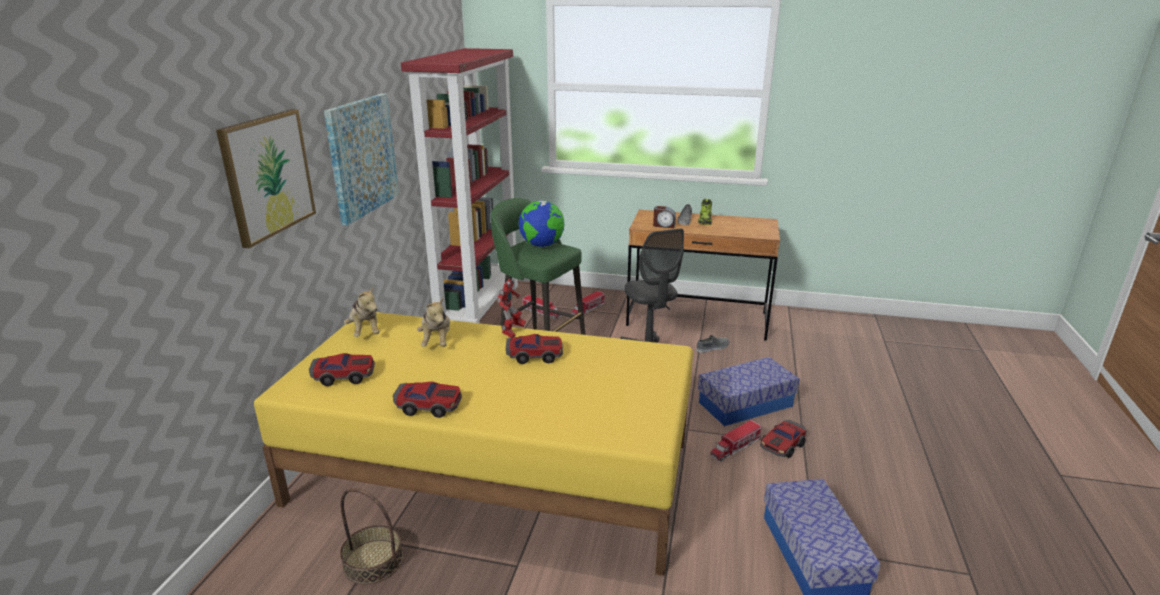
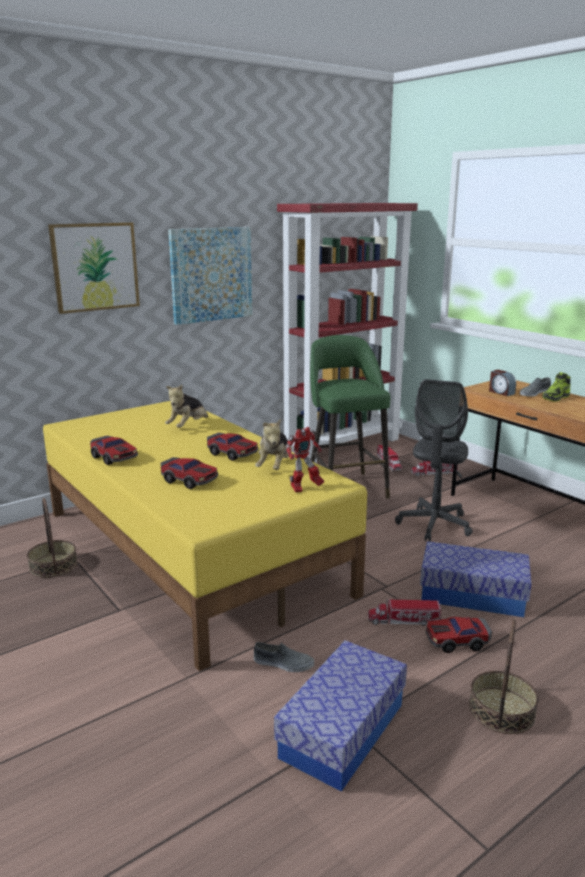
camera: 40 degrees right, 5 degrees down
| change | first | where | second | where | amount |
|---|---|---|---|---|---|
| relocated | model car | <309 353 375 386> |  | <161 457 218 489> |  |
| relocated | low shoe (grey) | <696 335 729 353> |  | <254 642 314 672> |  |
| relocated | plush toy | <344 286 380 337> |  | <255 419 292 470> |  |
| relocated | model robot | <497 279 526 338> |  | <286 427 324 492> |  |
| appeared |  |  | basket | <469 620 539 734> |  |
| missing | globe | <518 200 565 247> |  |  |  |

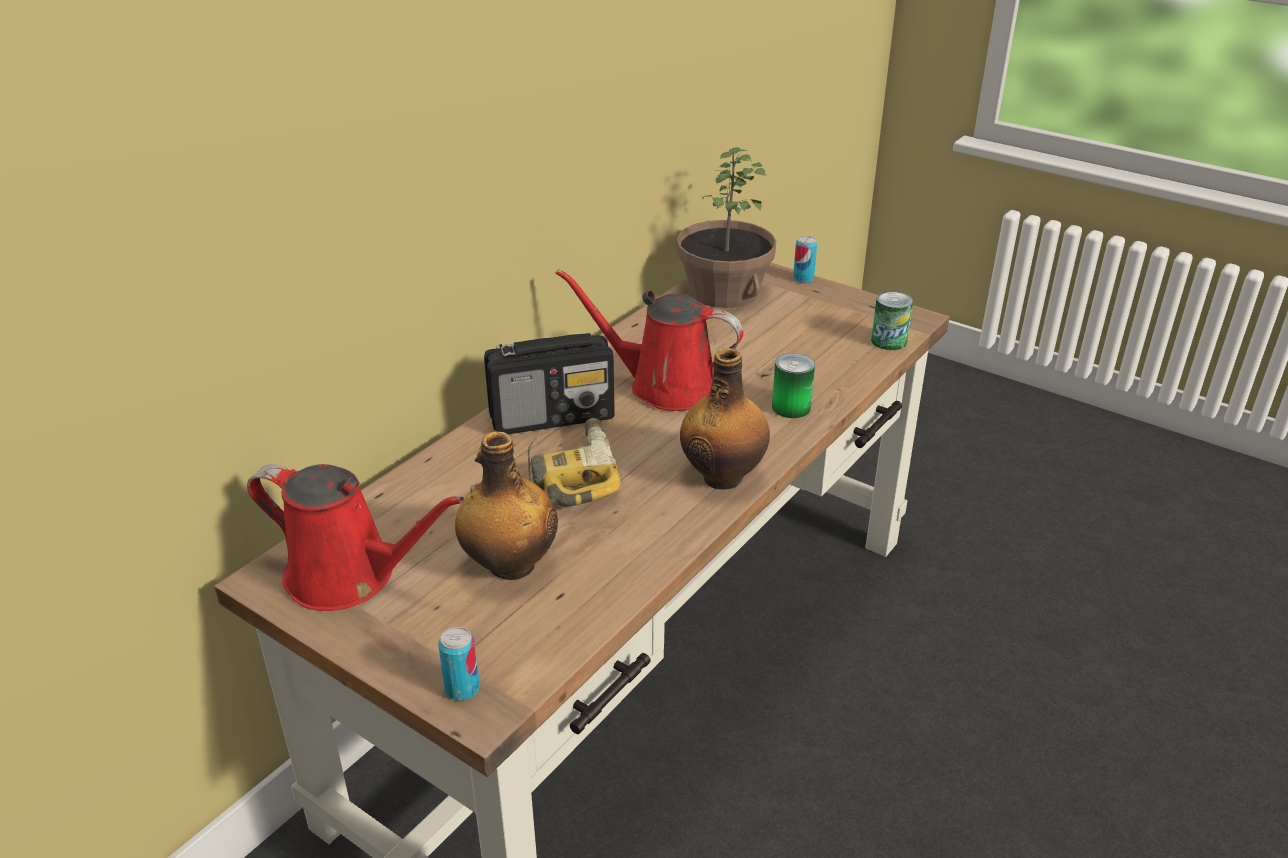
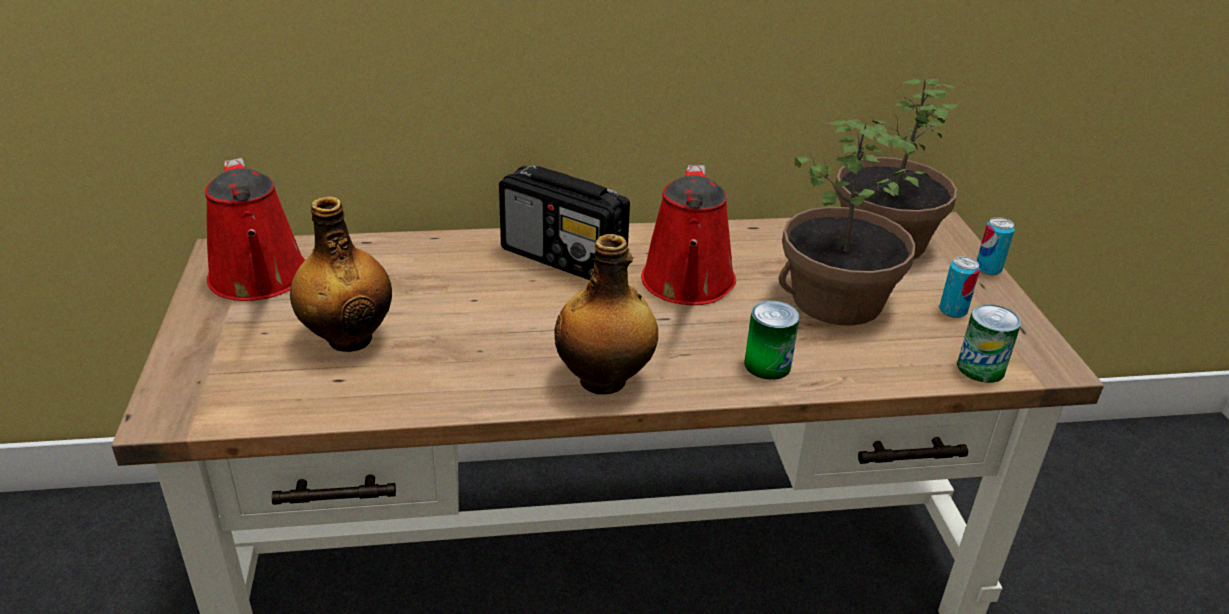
camera: 45 degrees right, 0 degrees up
| change | first | where | second | where | amount |
|---|---|---|---|---|---|
| spun | watering can (reddish) | <556 269 743 411> |  | <641 165 736 305> | 150 degrees counterclockwise |
| appeared |  |  | potted plant | <779 119 930 326> |  |
| relocated | sealed can | <438 627 479 701> |  | <939 256 980 318> |  |
| missing | electric drill | <528 418 621 506> |  |  |  |

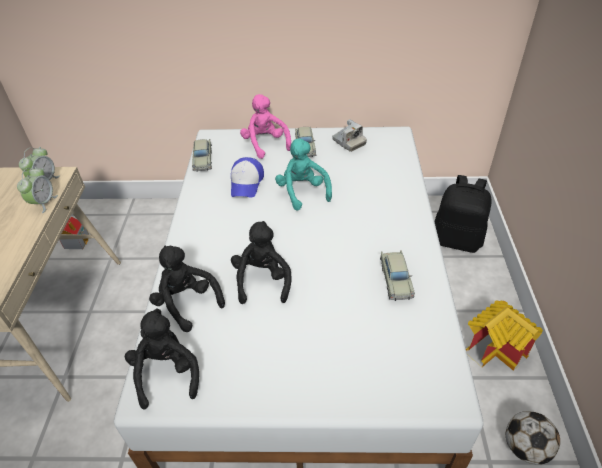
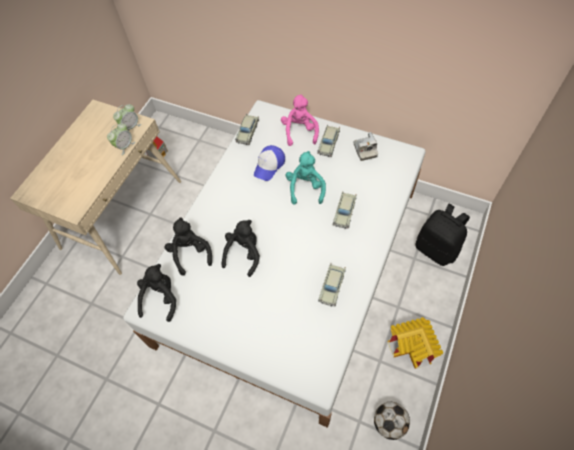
camera: 25 degrees right, 15 degrees up
| change | first | where | second | where | amount |
|---|---|---|---|---|---|
| appeared |  |  | model car (beige) | <333 192 356 229> |  |

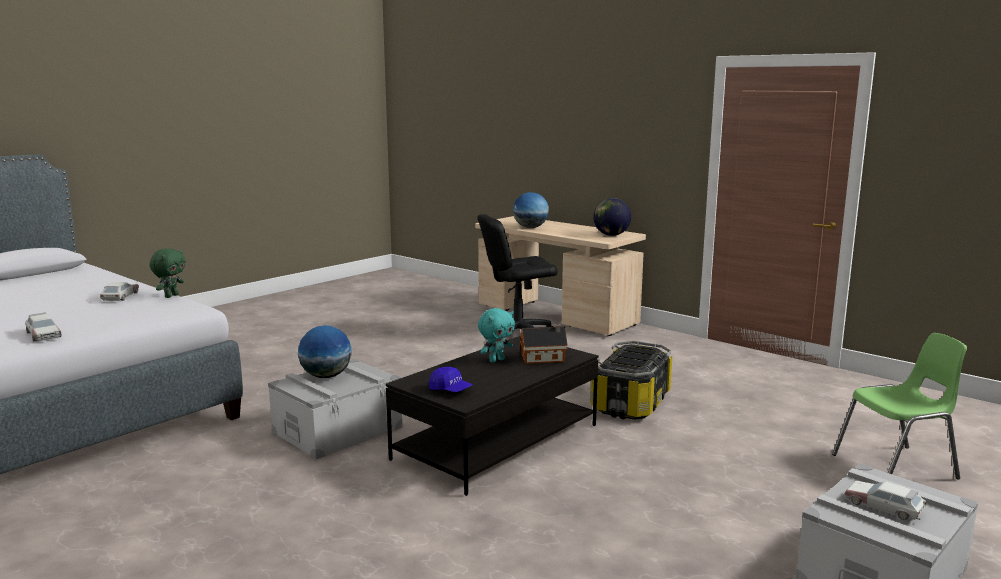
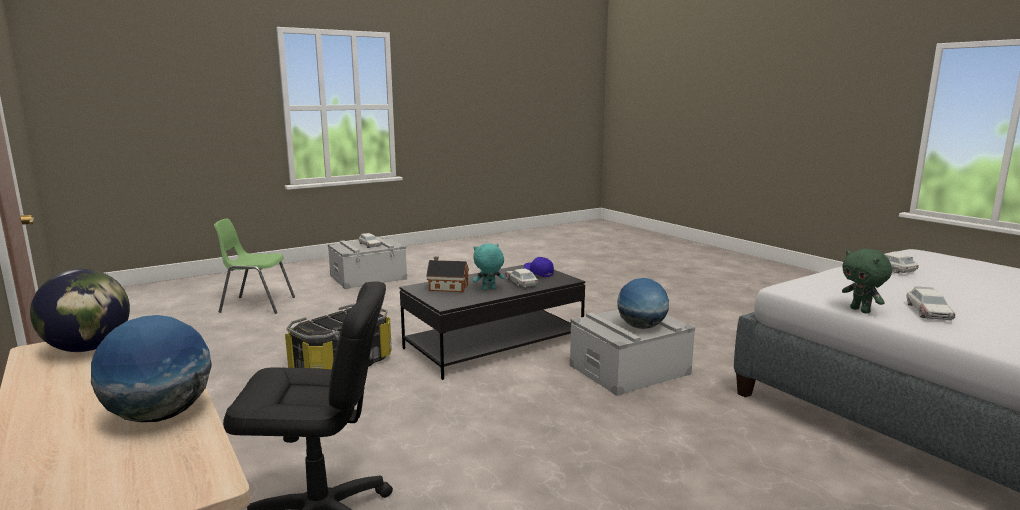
camera: 165 degrees left, 0 degrees up
| change | first | where | second | where | amount |
|---|---|---|---|---|---|
| appeared |  |  | model car | <505 269 538 287> |  |
| spun | plush toy (greenish) | <150 248 186 298> |  | <842 249 892 313> | 60 degrees counterclockwise |

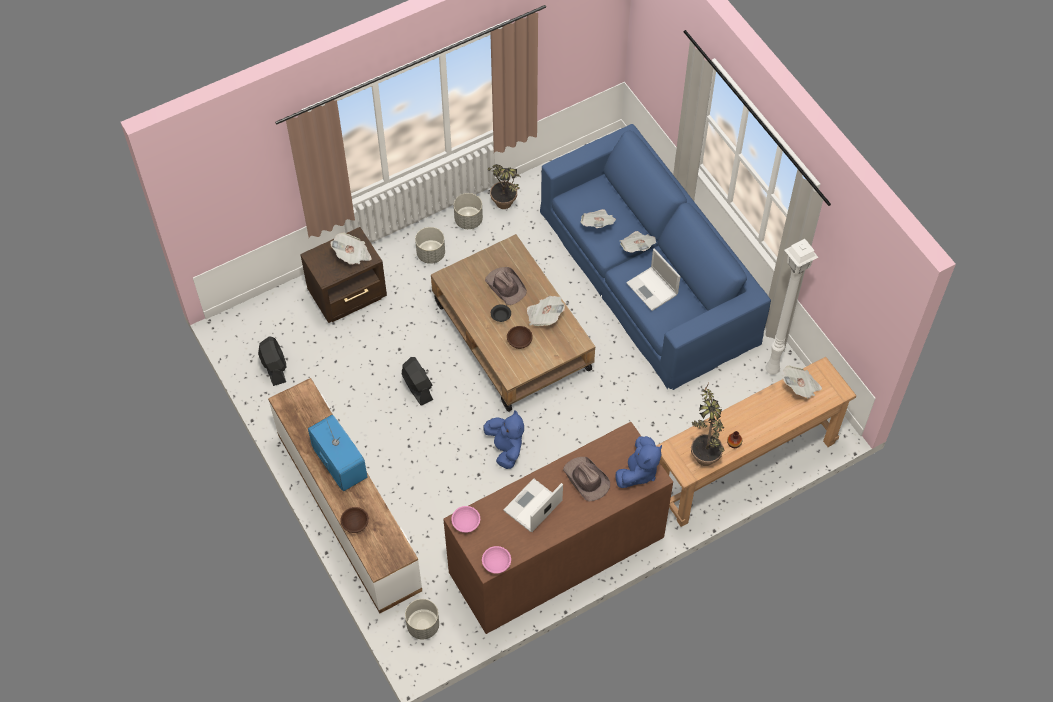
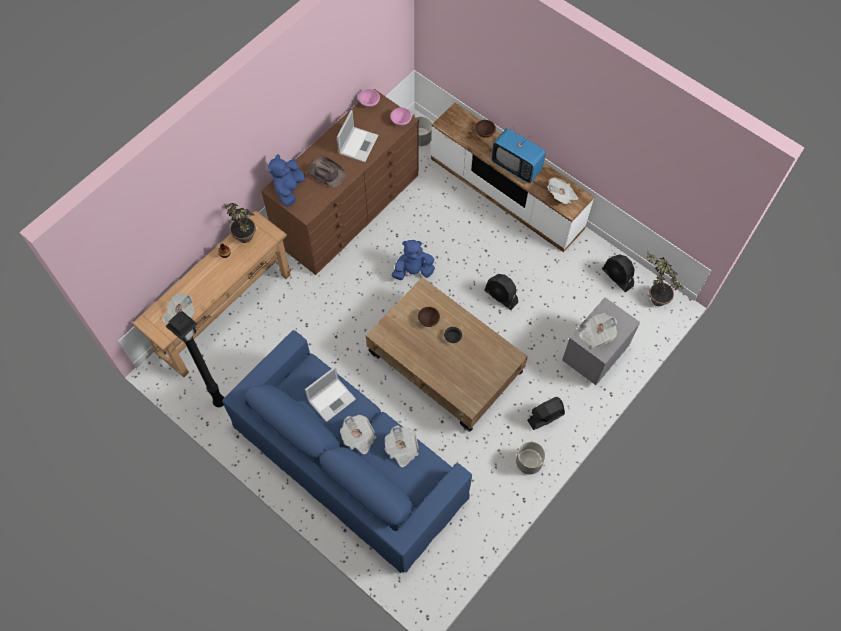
camera: 160 degrees right, 5 degrees up
| change | first | where | second | where | amount |
|---|---|---|---|---|---|
| colour | floor lamp (white-coloured) | <765 239 818 375> | floor lamp (black) | <165 311 225 407> |  |
| spun | portable computer | <626 249 681 311> |  | <305 367 356 422> | 105 degrees clockwise |
| spun | plush toy (bluish) | <483 410 524 469> |  | <391 240 435 280> | 120 degrees clockwise |
| exchanged | planter (grey) | <415 227 445 264> | fan (black) | <527 397 565 430> |  |
| relocated | daily paper | <527 296 565 326> |  | <547 177 578 204> |  |
| colour | nightstand (brown-coloured) | <300 227 387 323> | nightstand (grey) | <562 297 640 385> |  |
| relocated | potted plant | <488 164 521 209> |  | <646 253 684 306> |  |
| missing | wearable hat (brown-coloured) | <485 267 527 305> |  |  |  |

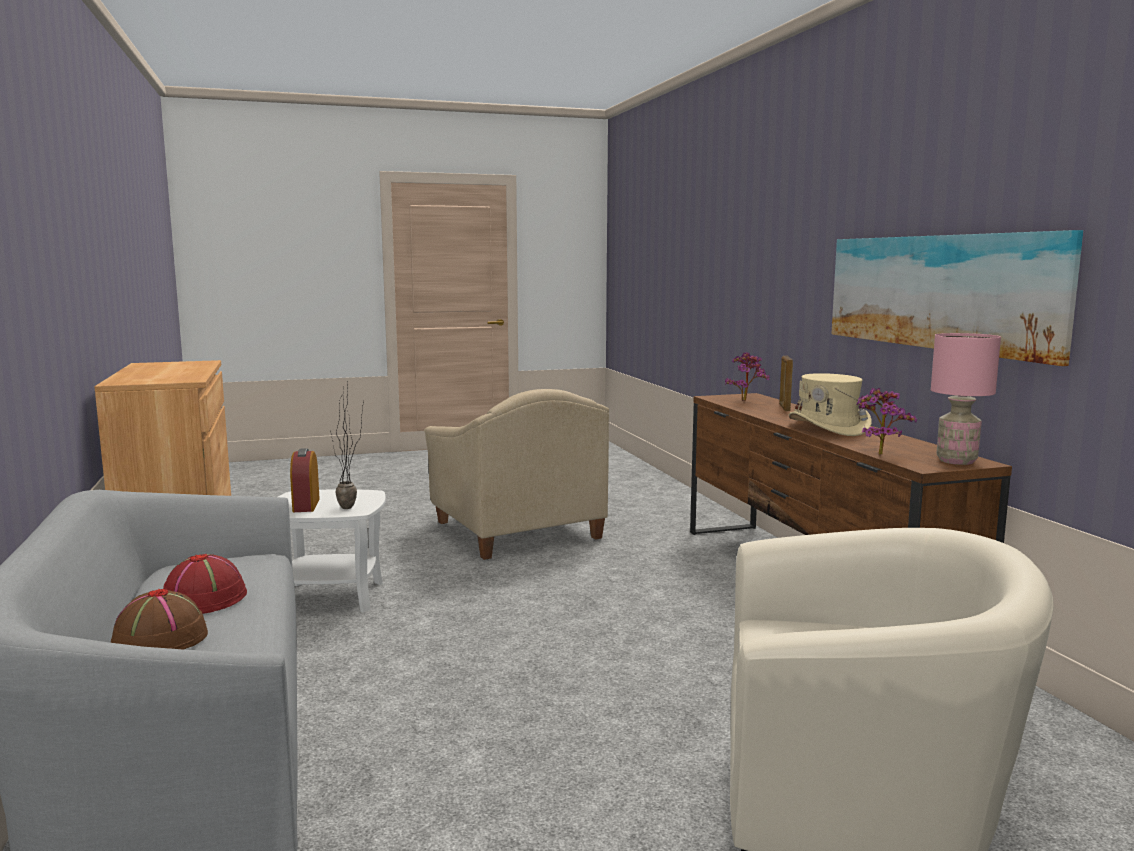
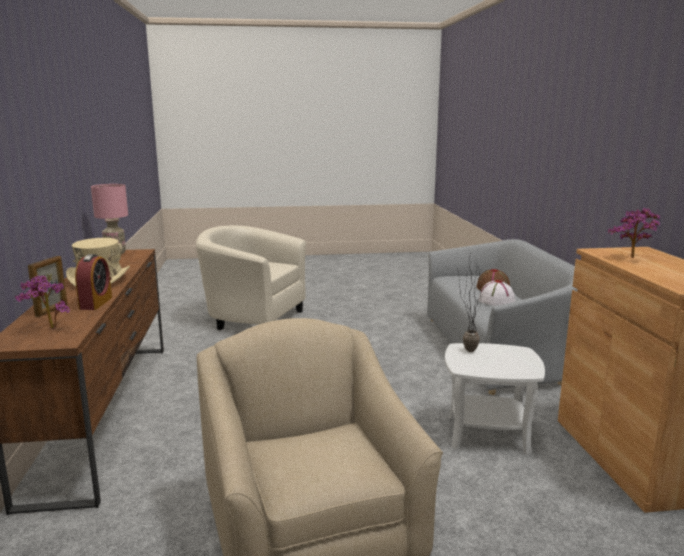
camera: 170 degrees left, 5 degrees up
| change | first | where | second | where | amount |
|---|---|---|---|---|---|
| relocated | table clock | <290 448 320 512> |  | <75 254 112 310> |  |
| colour | wearable hat (reddish) | <163 554 247 614> | wearable hat (white-coloured) | <479 280 515 306> |  |
| relocated | potted plant | <857 387 917 455> |  | <608 208 660 258> |  |
| missing | wall picture | <832 230 1083 366> |  |  |  |

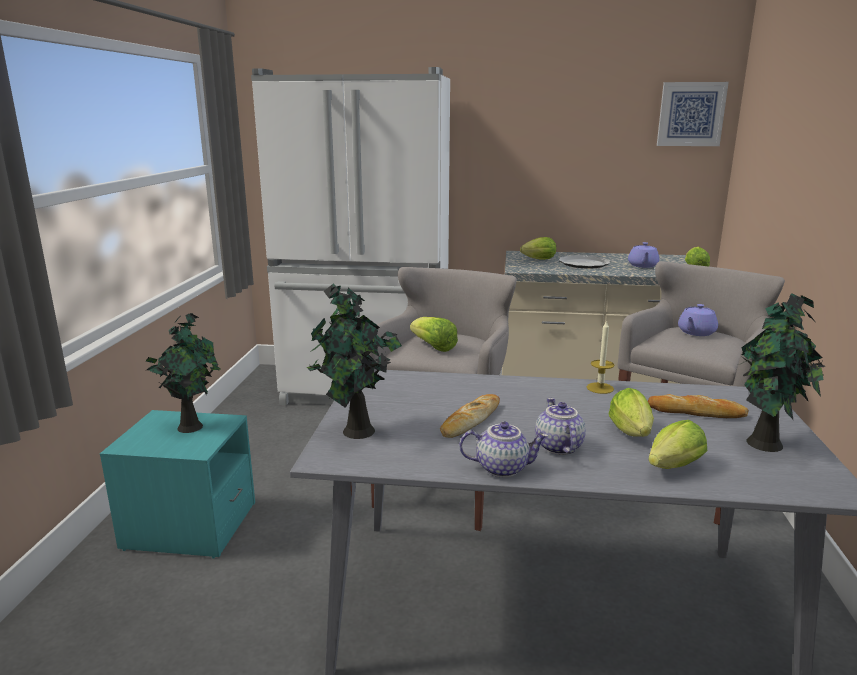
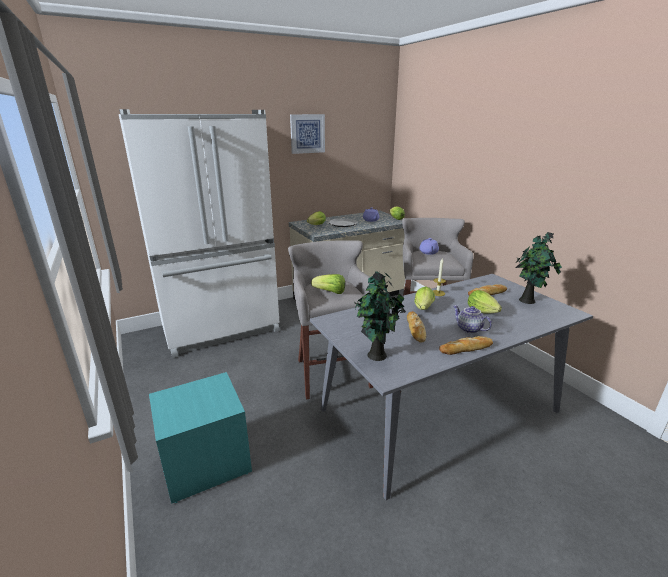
camera: 35 degrees left, 5 degrees up
| change | first | where | second | where | amount |
|---|---|---|---|---|---|
| relocated | wall picture | <657 82 729 146> |  | <290 114 325 154> |  |
| relocated | head of lettuce | <648 420 707 469> |  | <414 286 435 310> |  |
| exchanged | teapot | <459 422 548 478> | baked bread | <439 336 493 355> |  |
| missing | potted plant | <145 313 221 433> |  |  |  |

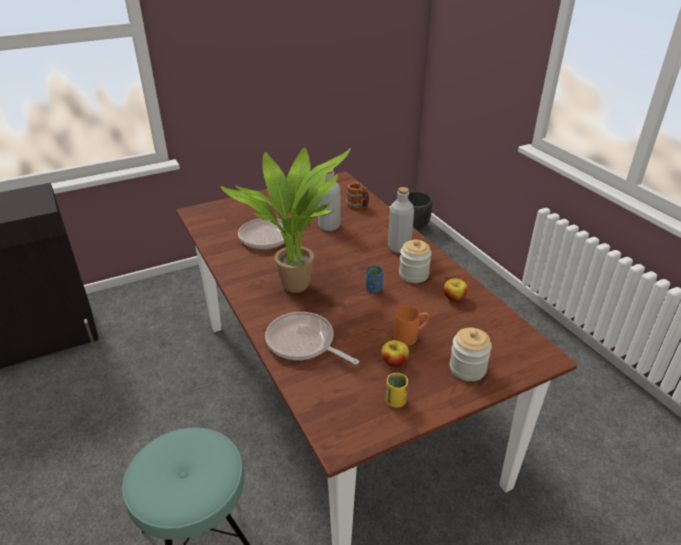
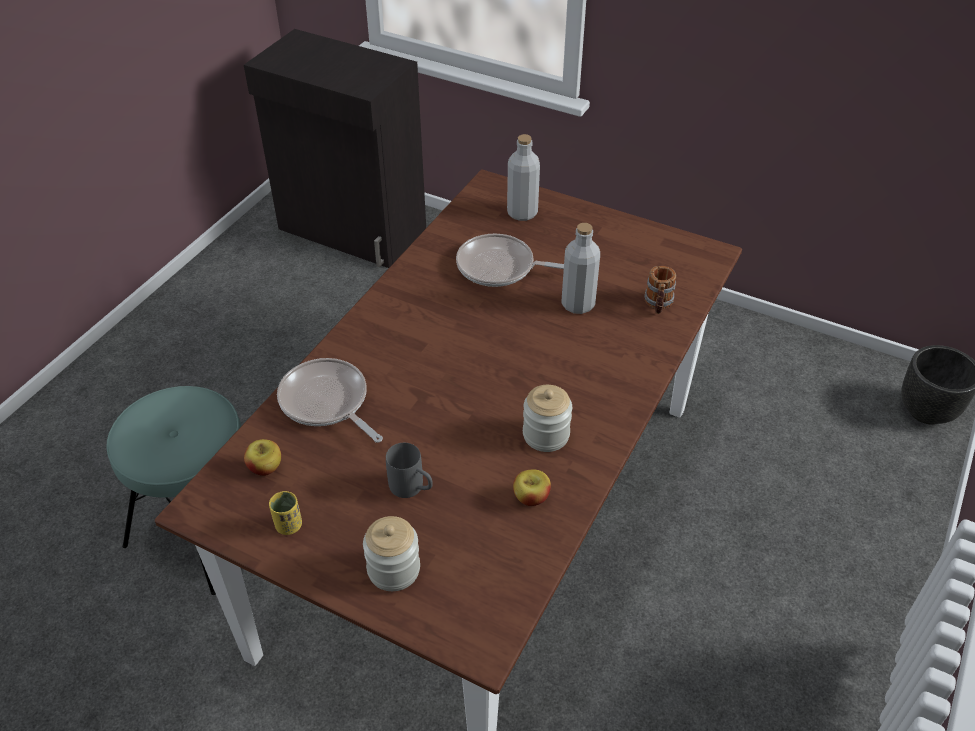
camera: 55 degrees right, 10 degrees up
| change | first | where | second | where | amount |
|---|---|---|---|---|---|
| relocated | whole apple | <381 340 409 367> |  | <244 439 281 476> |  |
| spun | skillet | <265 312 359 365> |  | <277 358 383 443> | 45 degrees counterclockwise |
| colour | coffee mug (orange-coloured) | <393 306 429 346> | coffee mug (grey) | <386 443 433 498> |  |
| relocated | bottle (grey) | <388 187 414 253> |  | <507 134 540 221> |  |
| missing | potted plant | <220 147 351 293> |  |  |  |
| missing | drinking cup (bluish) | <366 266 383 293> |  |  |  |

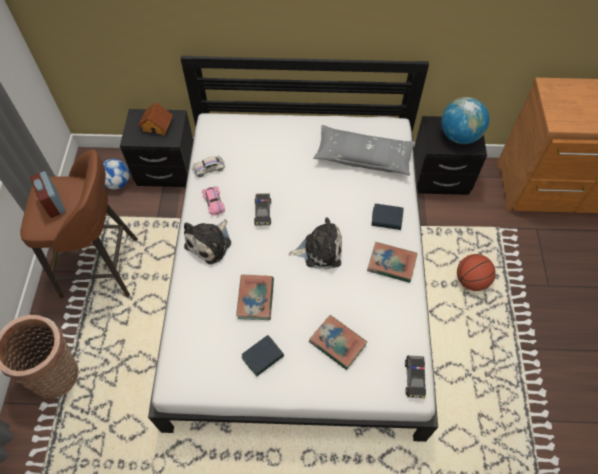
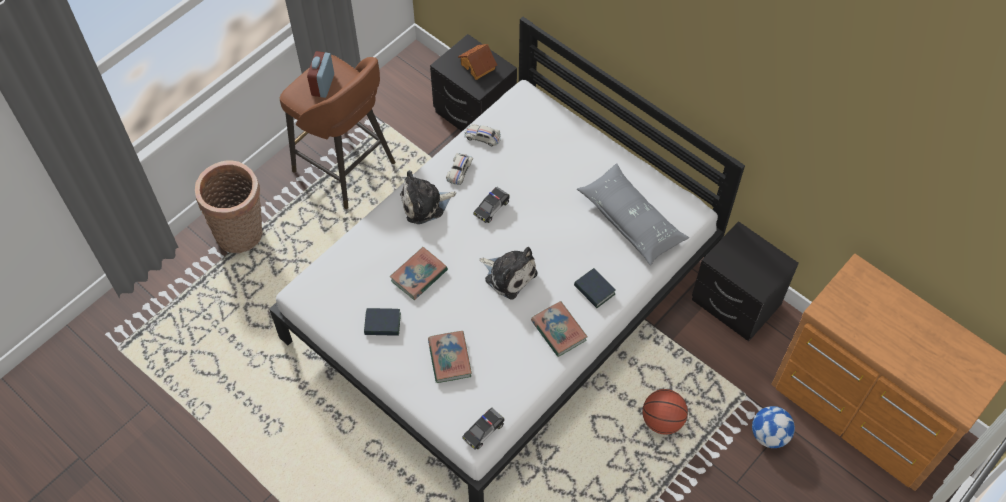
camera: 40 degrees right, 0 degrees up
| change | first | where | second | where | amount |
|---|---|---|---|---|---|
| colour | model car (pink-coloured) | <202 186 225 215> | model car (white-coloured) | <446 153 473 185> |  |
| relocated | football ball | <103 159 130 190> |  | <752 406 795 448> |  |
| missing | globe | <441 97 489 144> |  |  |  |

